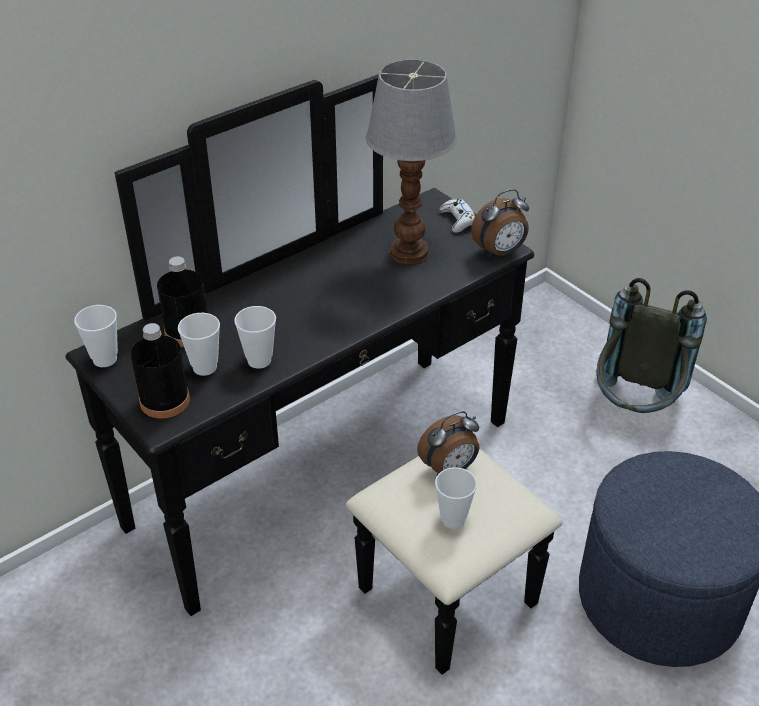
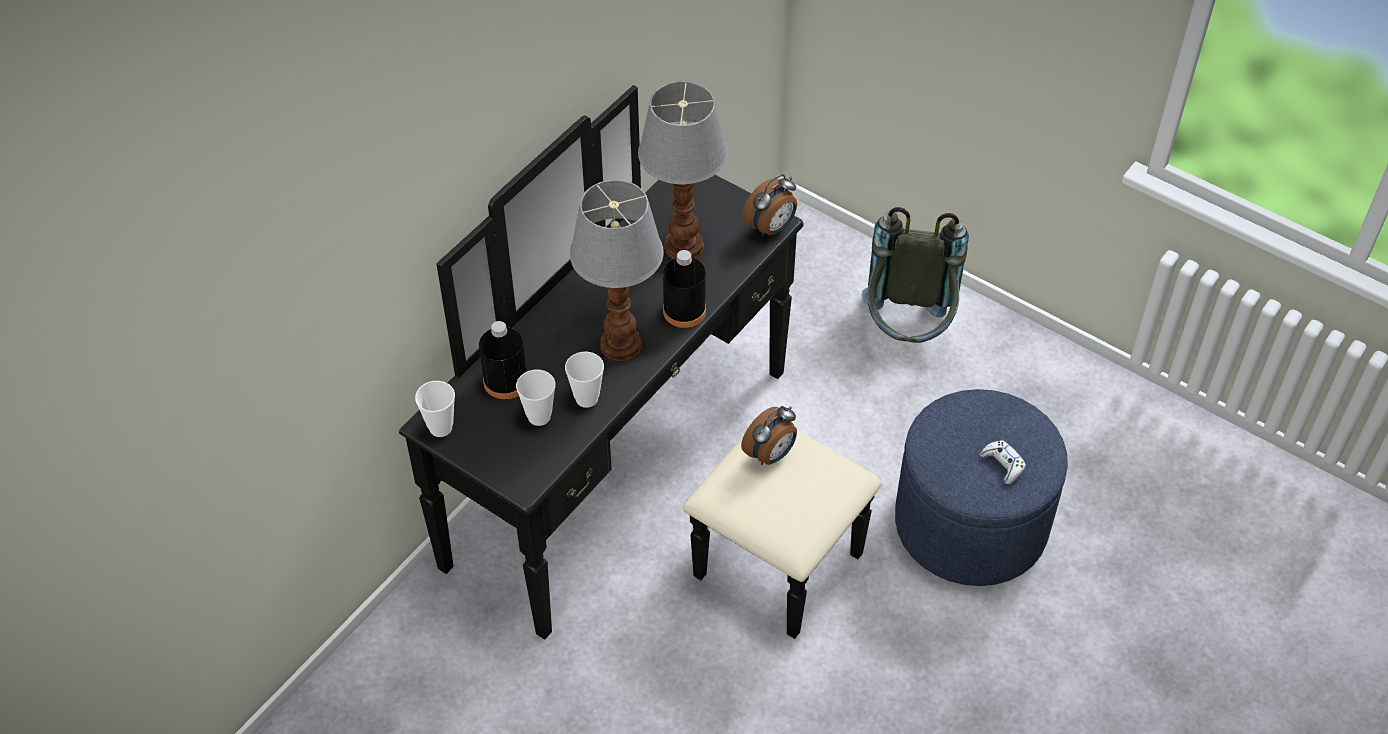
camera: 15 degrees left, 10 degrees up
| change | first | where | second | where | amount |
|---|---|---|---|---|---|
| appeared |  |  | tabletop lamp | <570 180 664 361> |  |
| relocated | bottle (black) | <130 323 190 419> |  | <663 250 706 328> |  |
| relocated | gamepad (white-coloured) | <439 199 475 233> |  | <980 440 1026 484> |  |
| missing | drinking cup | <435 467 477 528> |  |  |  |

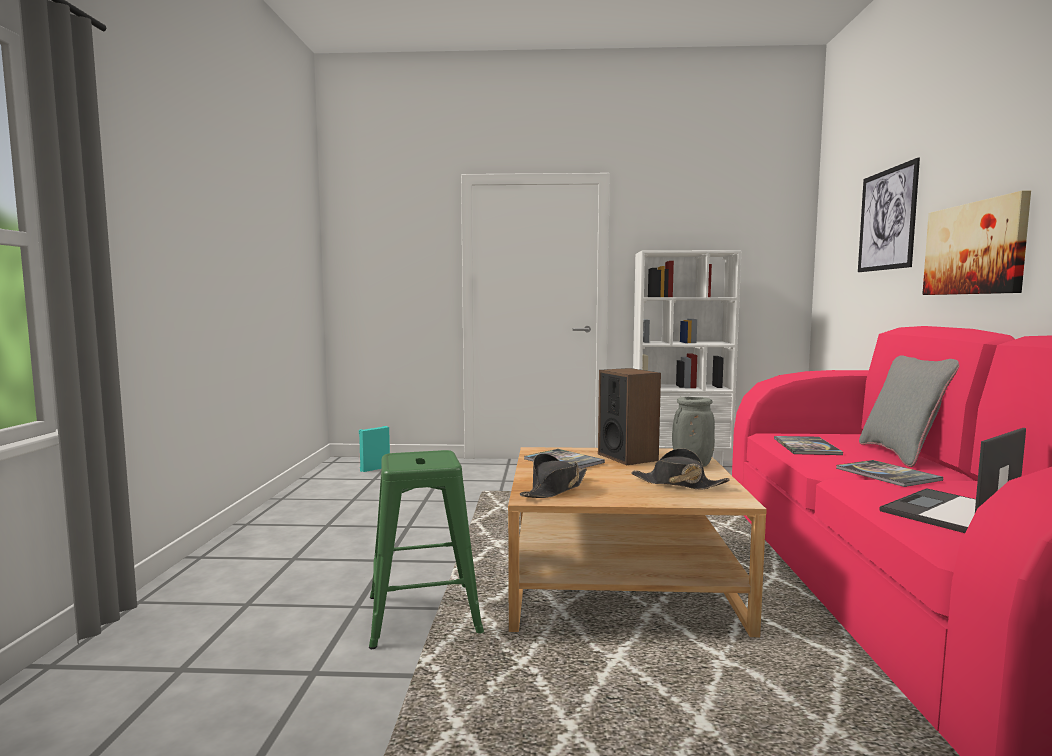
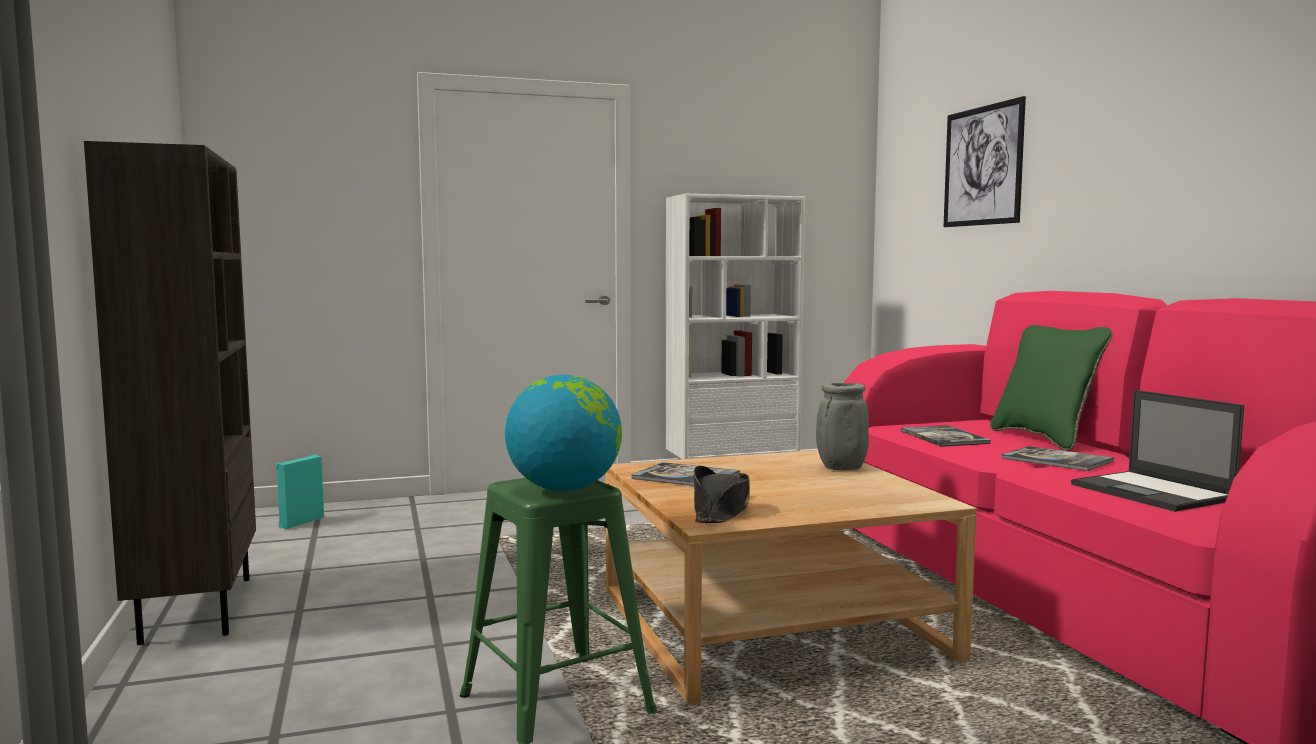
camera: 20 degrees left, 0 degrees up
| change | first | where | second | where | amount |
|---|---|---|---|---|---|
| appeared |  |  | shelving unit (brown-coloured) | <84 141 256 645> |  |
| appeared |  |  | globe | <505 375 622 491> |  |
| colour | pillow (grey) | <859 355 959 467> | pillow (greenish) | <990 325 1113 451> |  |
| spun | portable computer | <880 428 1026 533> |  | <1071 390 1244 512> | 60 degrees counterclockwise |
| missing | loudspeaker | <598 368 661 465> |  |  |  |
| missing | wearable hat (black) | <631 448 730 489> |  |  |  |
| missing | wall picture | <922 190 1031 295> |  |  |  |

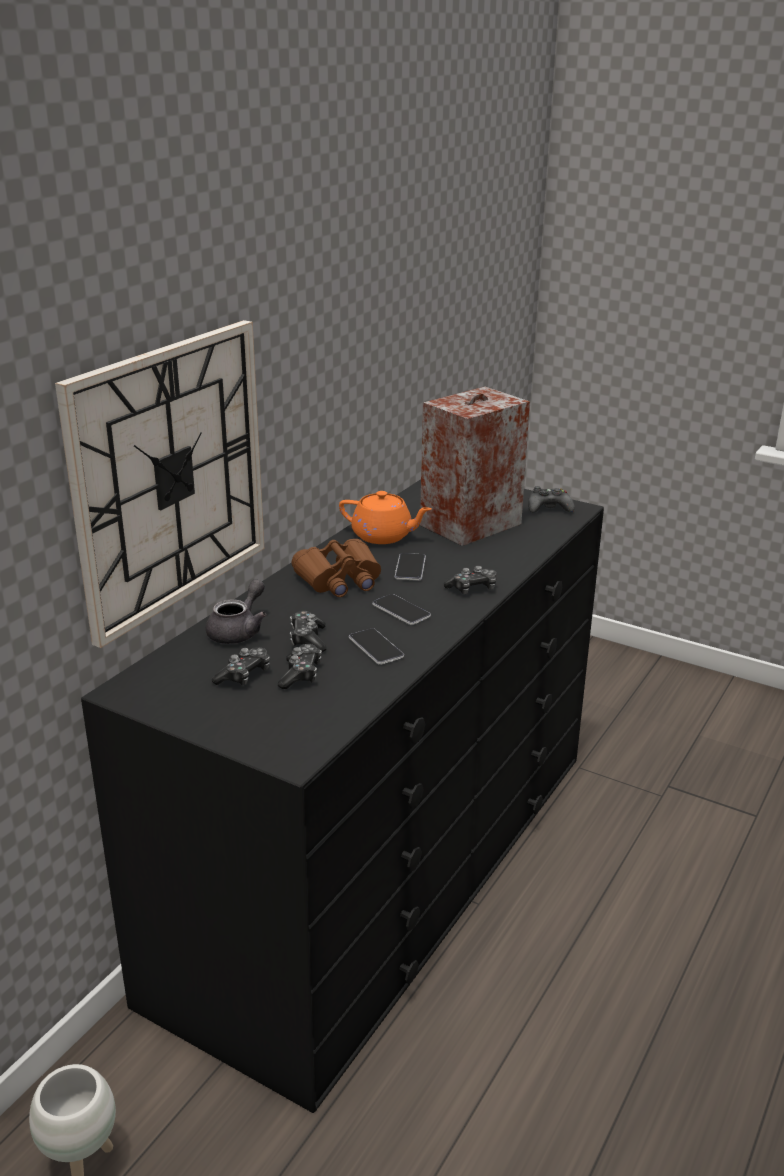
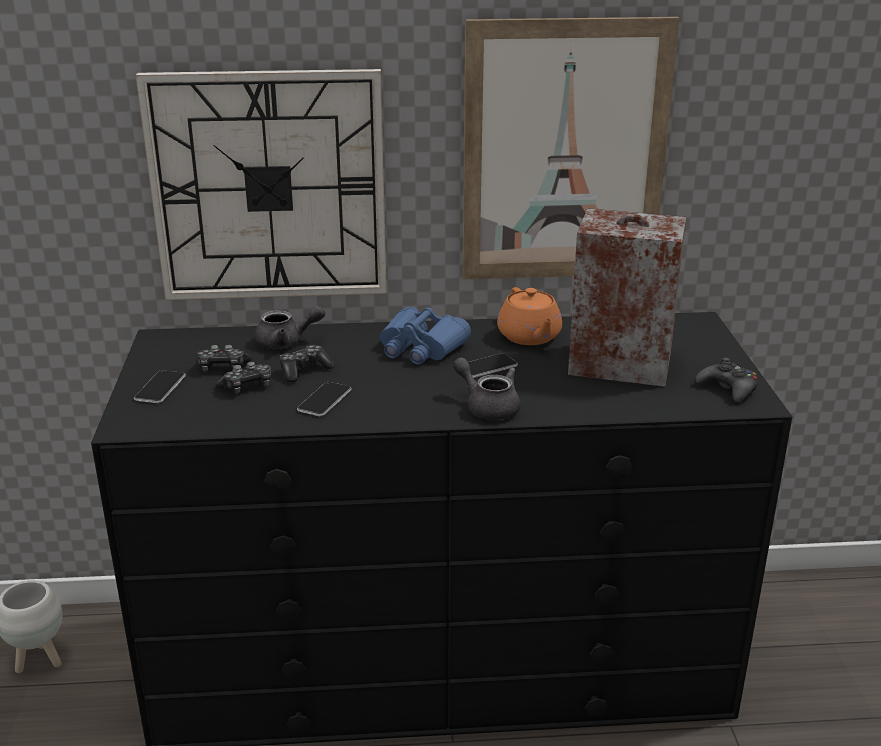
camera: 55 degrees right, 0 degrees up
| change | first | where | second | where | amount |
|---|---|---|---|---|---|
| relocated | handset | <372 594 431 625> |  | <134 370 186 403> |  |
| colour | binoculars (brown-coloured) | <291 539 381 597> | binoculars (bluish) | <380 307 471 365> |  |
| exchanged | gamepad | <444 566 497 594> | teapot (grey) | <453 357 521 420> |  |
| appeared |  |  | wall picture | <463 17 680 279> |  |

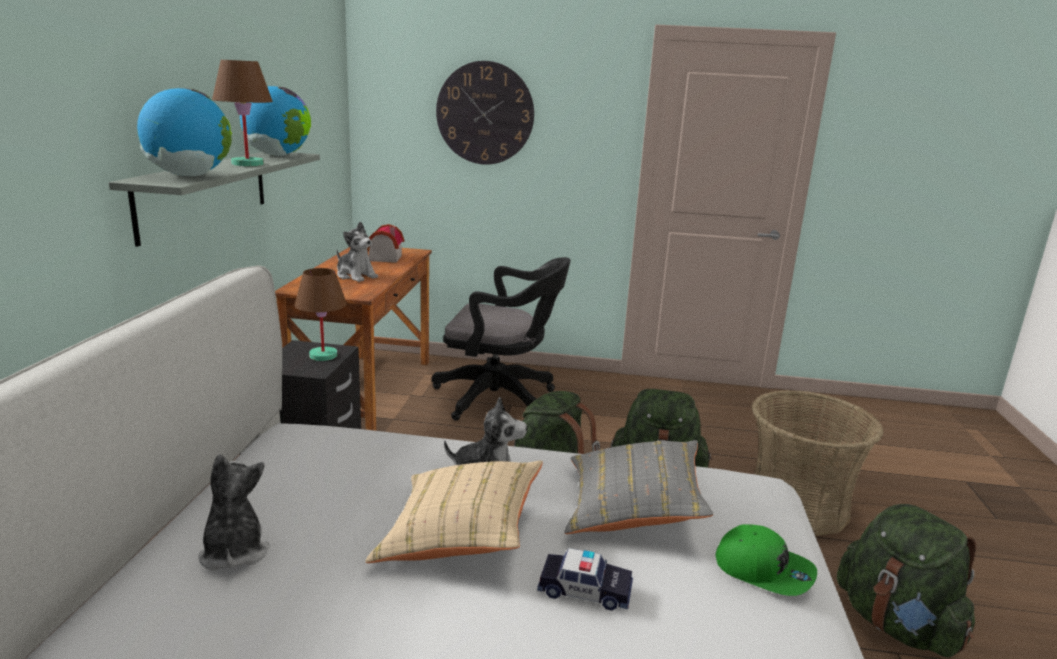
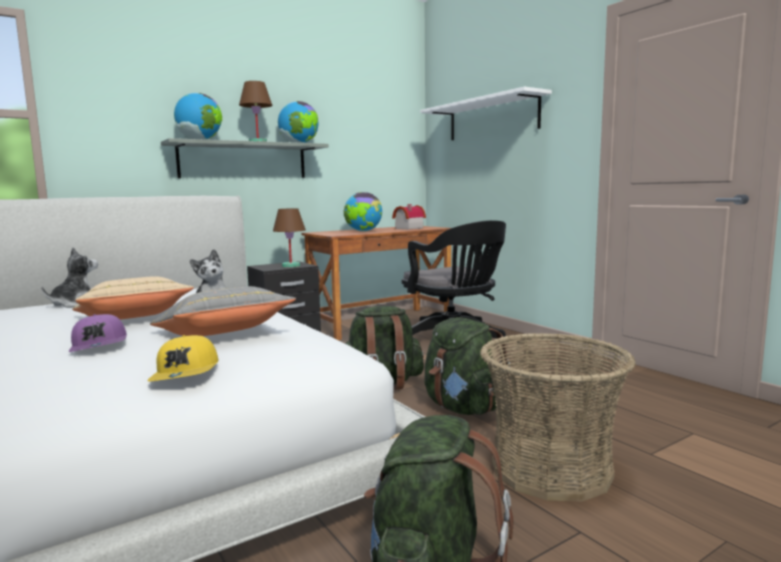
camera: 50 degrees right, 10 degrees down
| change | first | where | second | where | amount |
|---|---|---|---|---|---|
| exchanged | model car | <537 548 633 611> | peaked cap (purplish) | <68 314 127 352> |  |
| colour | peaked cap (greenish) | <715 524 817 596> | peaked cap (yellow-coloured) | <147 335 218 381> |  |
| exchanged | plush toy | <337 221 378 282> | globe | <343 192 382 232> |  |
| exchanged | hanging clock | <436 61 534 165> | shelf (white-coloured) | <420 87 552 140> |  |

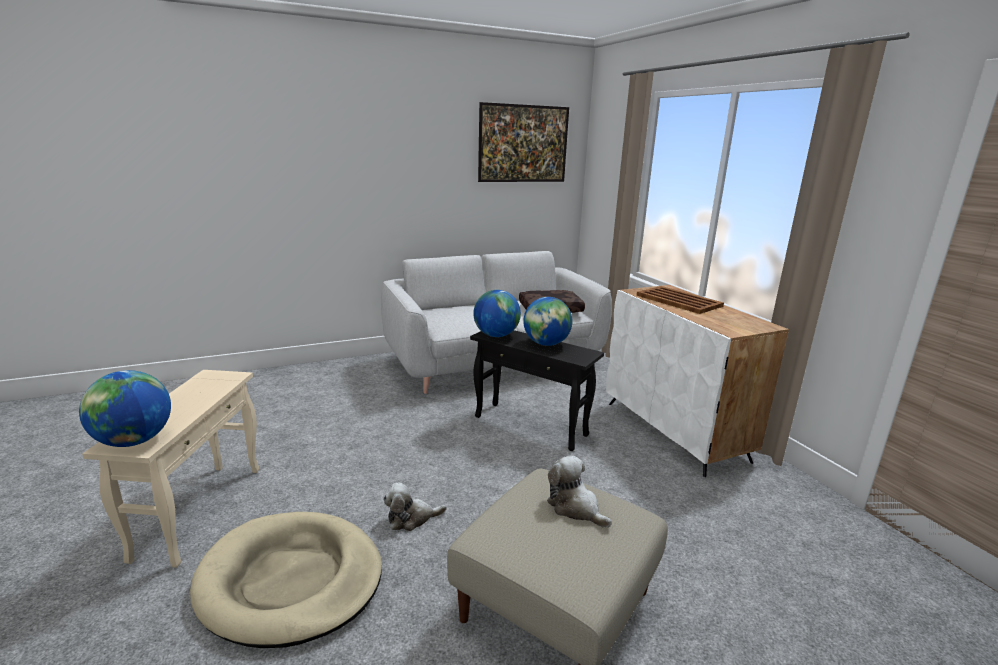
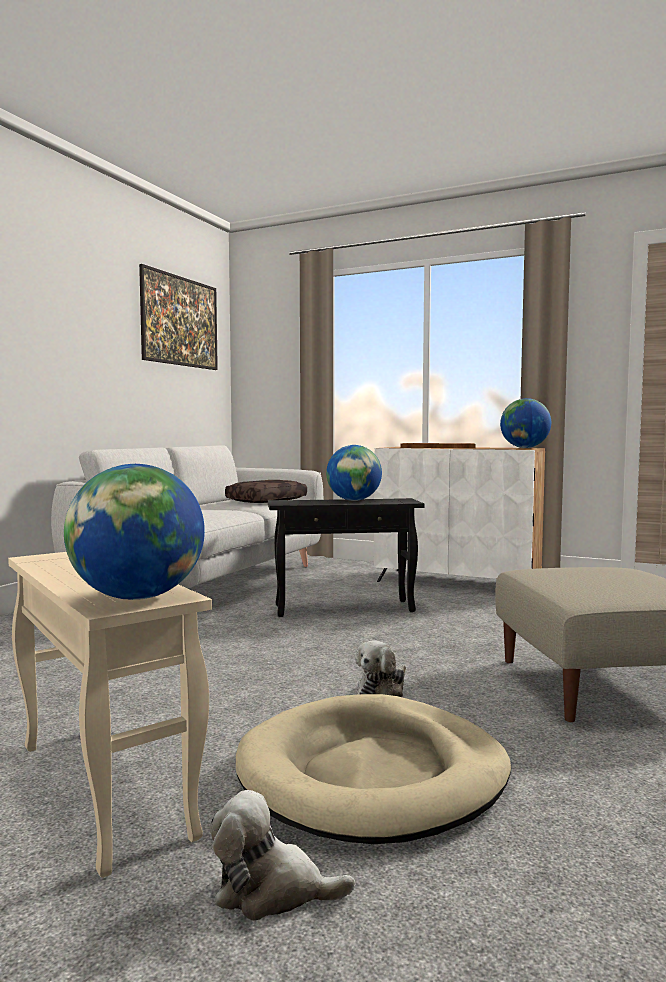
camera: 40 degrees left, 15 degrees down
| change | first | where | second | where | amount |
|---|---|---|---|---|---|
| relocated | plush toy | <547 456 612 528> |  | <210 790 355 921> |  |
| relocated | globe | <473 290 521 337> |  | <500 398 551 448> |  |

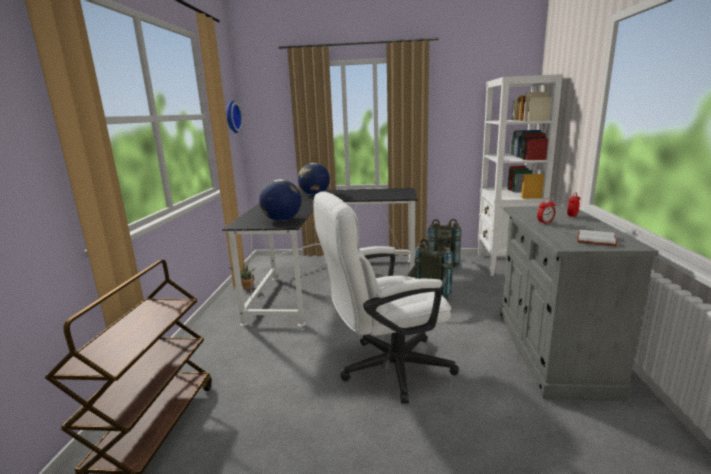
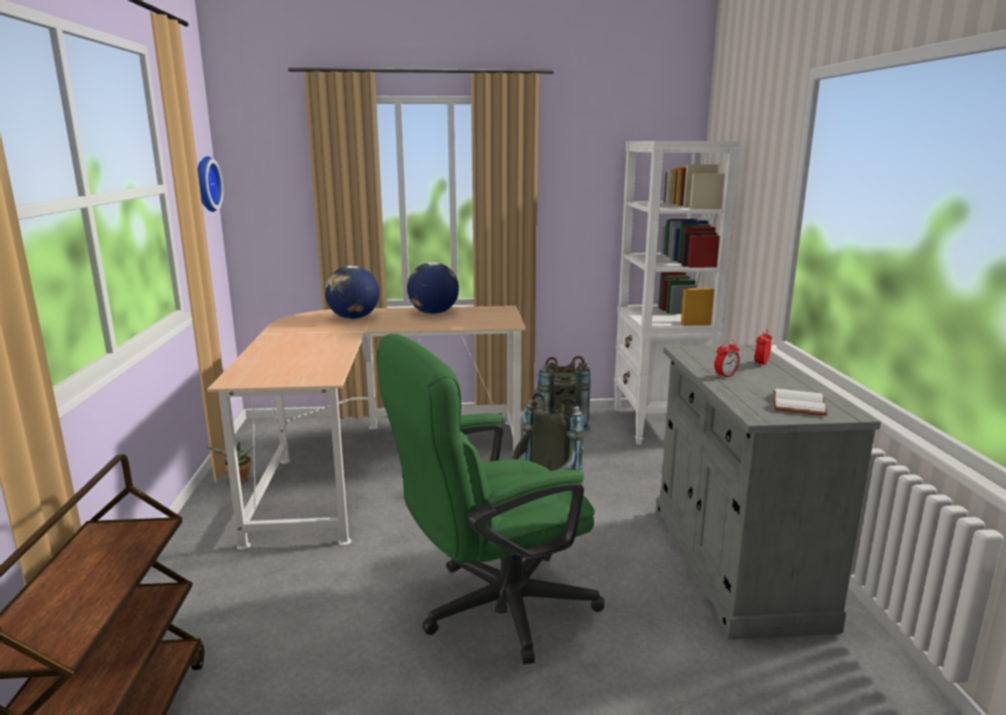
camera: 10 degrees left, 0 degrees up
| change | first | where | second | where | amount |
|---|---|---|---|---|---|
| colour | desk unit (black) | <222 188 418 327> | desk unit (beige) | <207 306 526 550> |  |
| colour | office chair (white-coloured) | <313 192 459 404> | office chair (greenish) | <377 334 605 665> |  |
| relocated | globe | <259 179 301 221> |  | <407 262 459 314> |  |

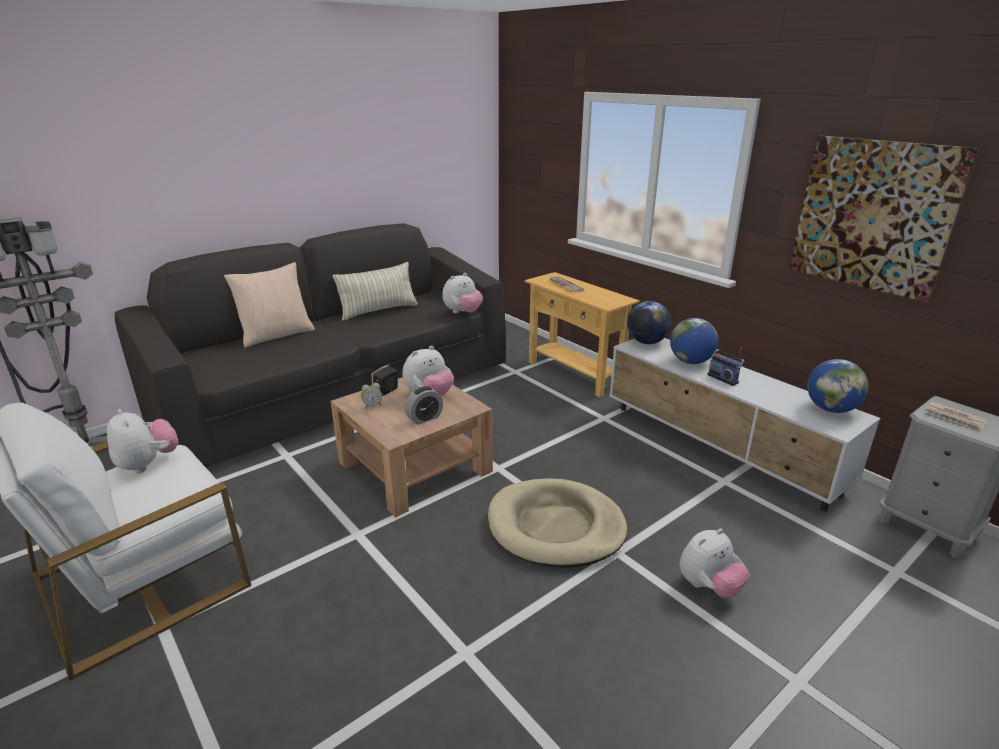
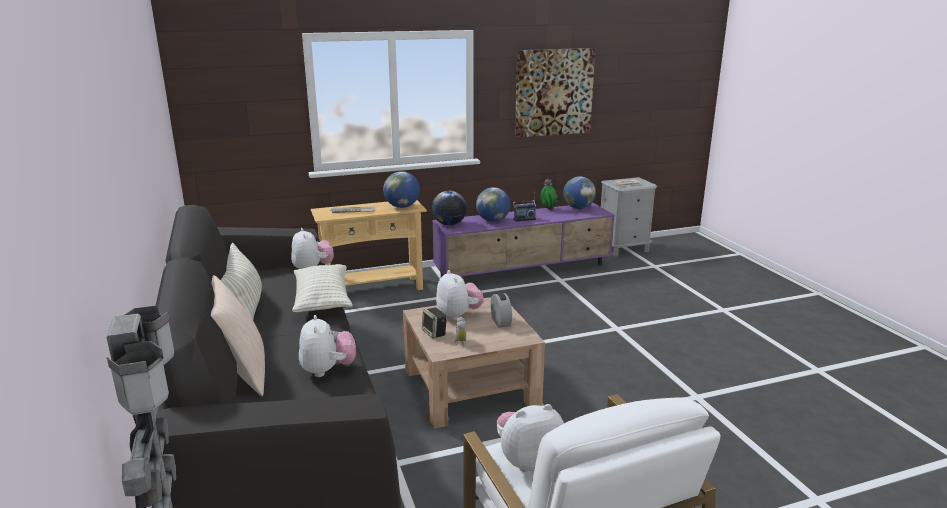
camera: 70 degrees left, 5 degrees down
| change | first | where | second | where | amount |
|---|---|---|---|---|---|
| appeared |  |  | pillow | <292 264 353 312> |  |
| relocated | plush toy | <680 529 750 599> |  | <299 315 356 377> |  |
| appeared |  |  | globe | <383 171 420 208> |  |
| colour | media console (white-coloured) | <609 338 881 511> | media console (purplish) | <432 203 615 277> |  |
| appeared |  |  | potted plant | <541 179 558 210> |  |
| missing | dog bed (beige) | <488 478 627 568> |  |  |  |

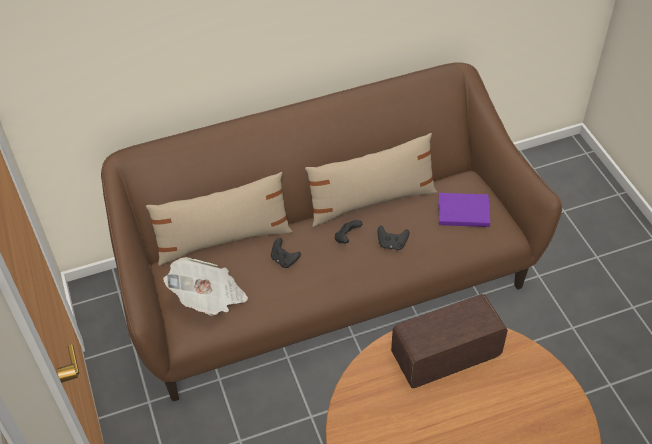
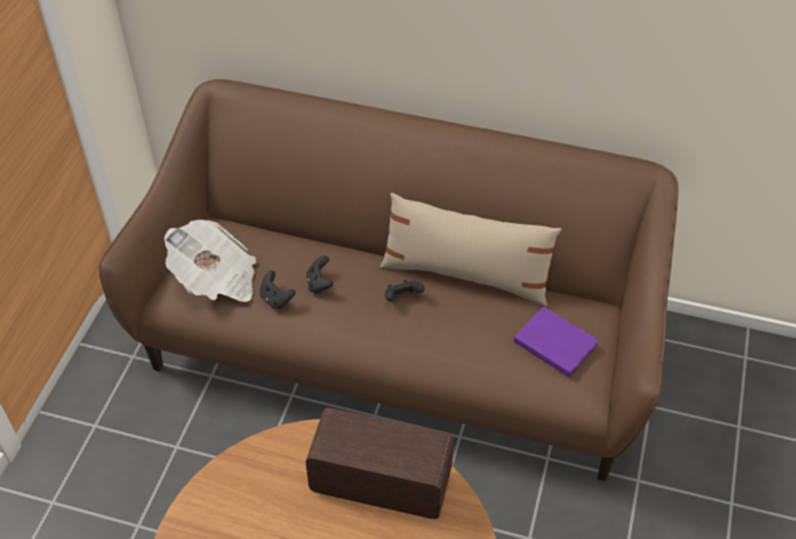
camera: 35 degrees right, 0 degrees up
| change | first | where | second | where | amount |
|---|---|---|---|---|---|
| relocated | gamepad (black) | <378 225 409 250> |  | <259 271 295 309> |  |
| missing | pillow (beige) | <146 172 293 266> |  |  |  |

